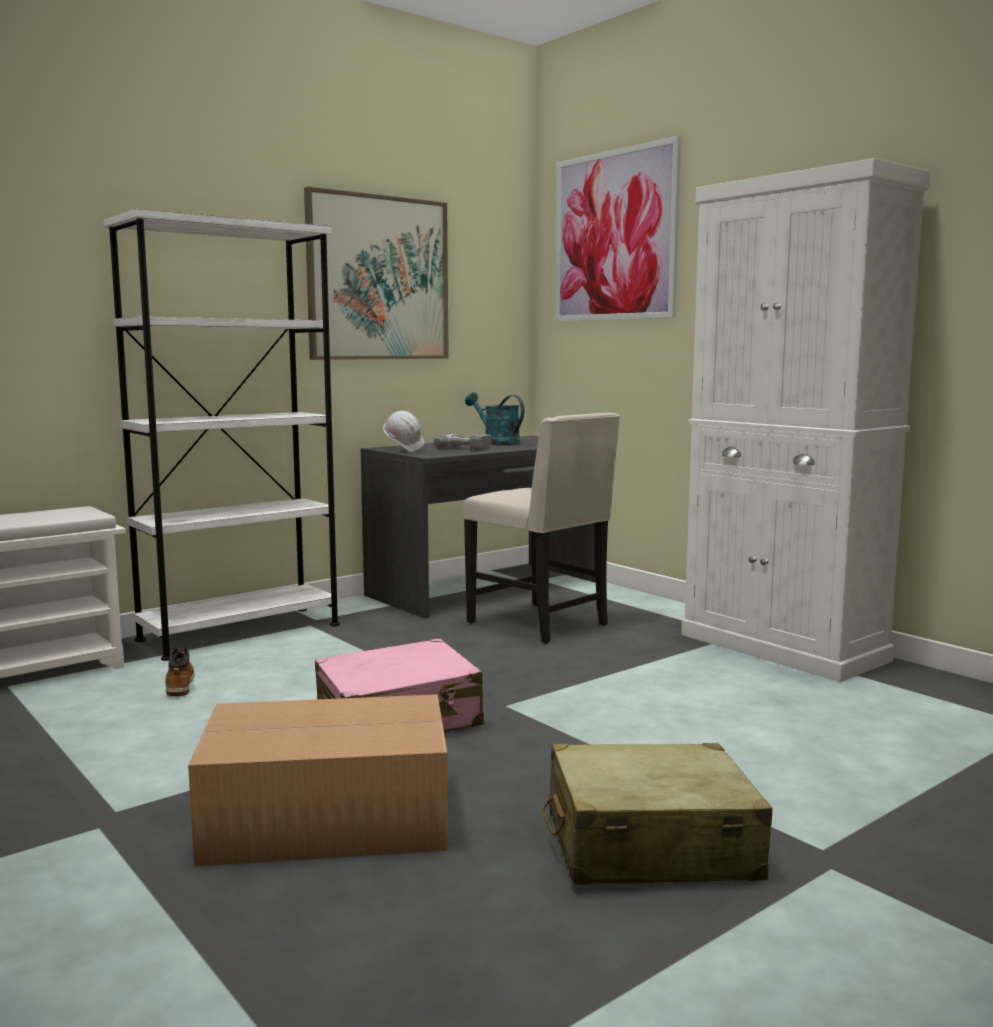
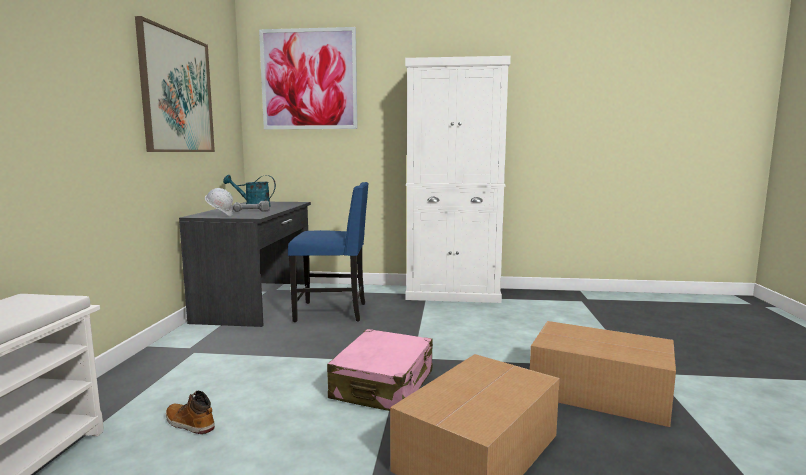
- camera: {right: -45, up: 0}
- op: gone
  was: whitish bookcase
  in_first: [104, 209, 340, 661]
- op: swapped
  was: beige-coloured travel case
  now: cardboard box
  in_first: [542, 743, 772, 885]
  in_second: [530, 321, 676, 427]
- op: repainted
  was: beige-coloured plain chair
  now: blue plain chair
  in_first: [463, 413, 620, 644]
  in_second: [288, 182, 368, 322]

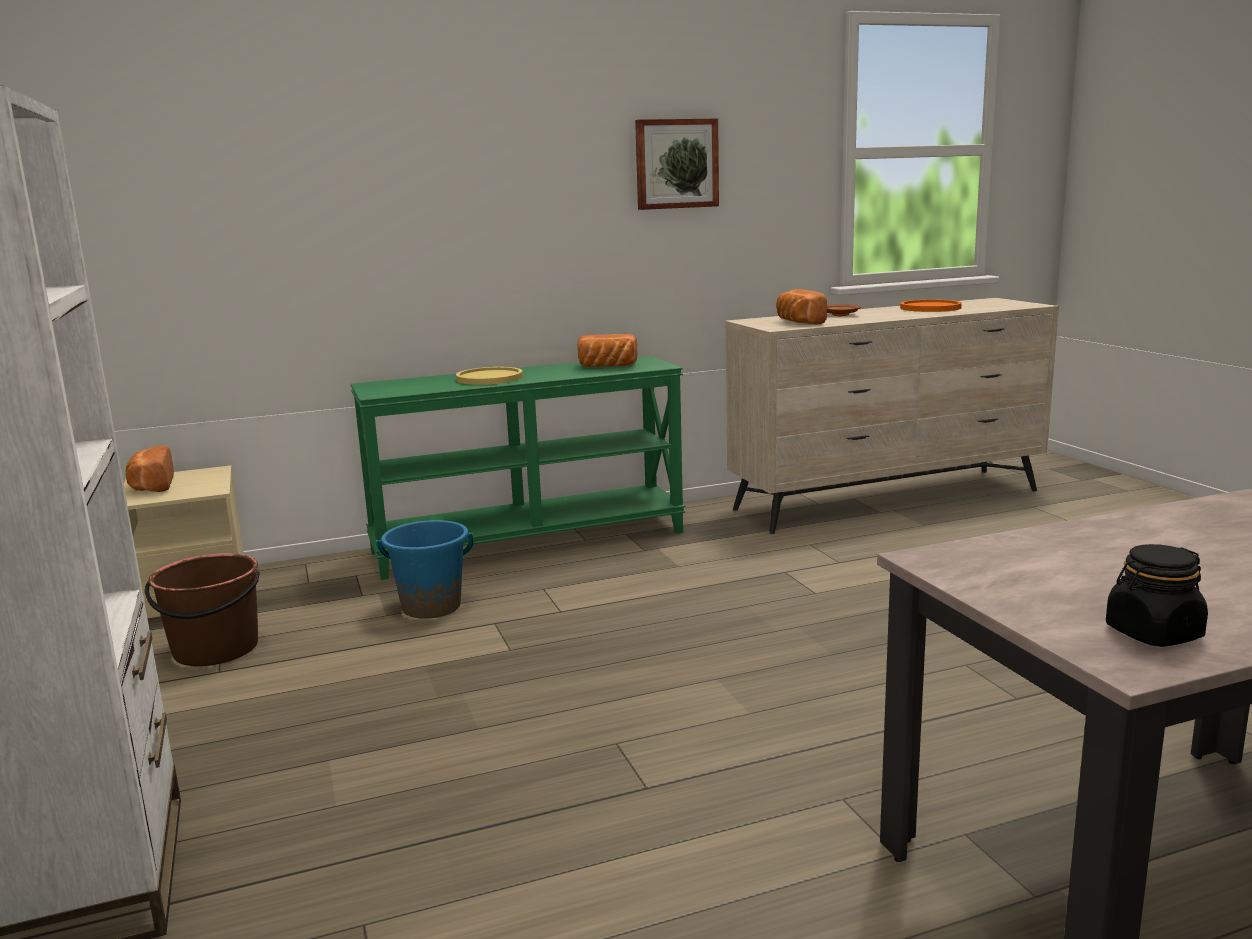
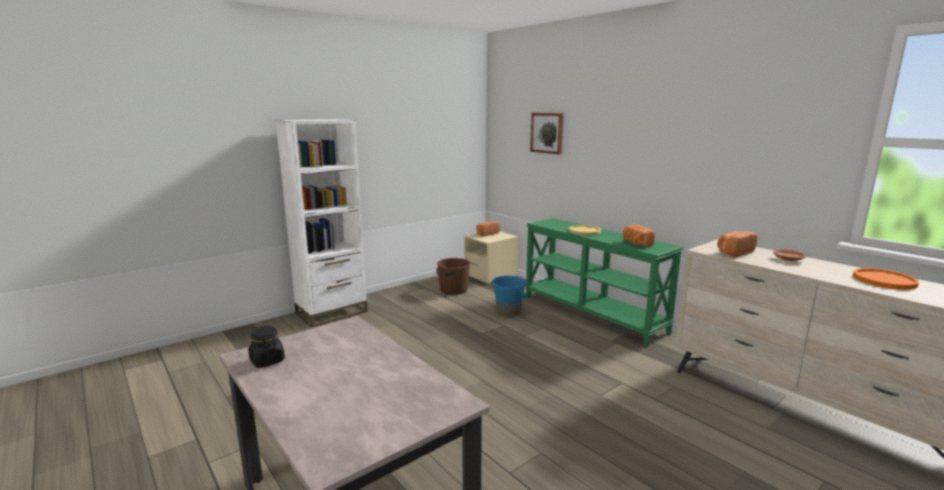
- camera: {right: 70, up: 0}
- op: shifted
  was: picture
  in_first: [635, 118, 719, 210]
  in_second: [530, 113, 564, 154]

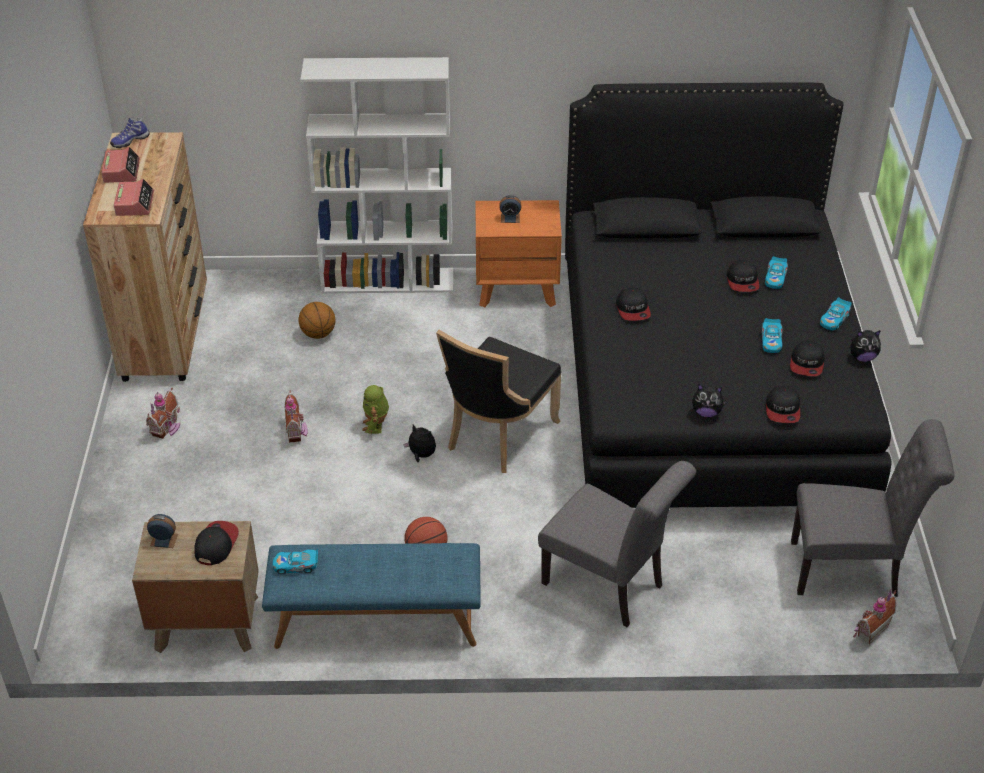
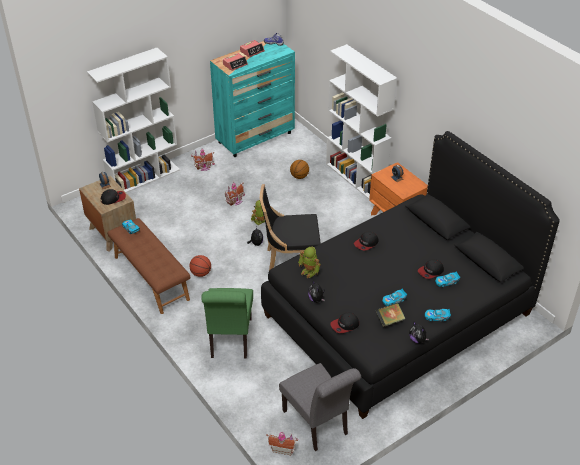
- camera: {right: 55, up: 0}
- op: new
  now: whitish bookcase
  in_second: [87, 48, 180, 193]
- op: new
  now: robot figure
  in_second: [298, 247, 321, 278]
- op: swapped
  was: baseball cap
  now: book
  in_first: [790, 341, 825, 376]
  in_second: [376, 303, 406, 327]
- op: repainted
  was: brownish dresser
  now: turquoise-coloured dresser
  in_first: [83, 132, 207, 382]
  in_second: [210, 41, 295, 157]
- op: repainted
  was: blue long seat
  now: brownish long seat
  in_first: [262, 543, 481, 649]
  in_second: [107, 218, 190, 314]
- op: repainted
  was: greyish plain chair
  now: green plain chair
  in_first: [538, 461, 696, 627]
  in_second: [201, 288, 253, 358]

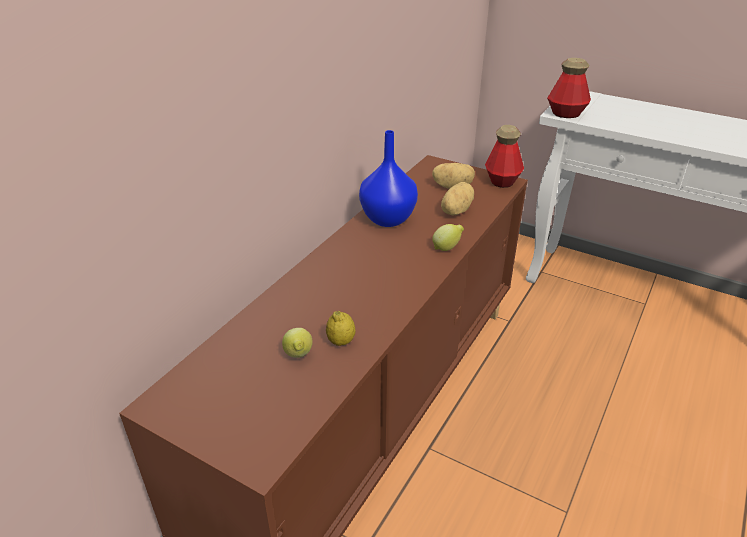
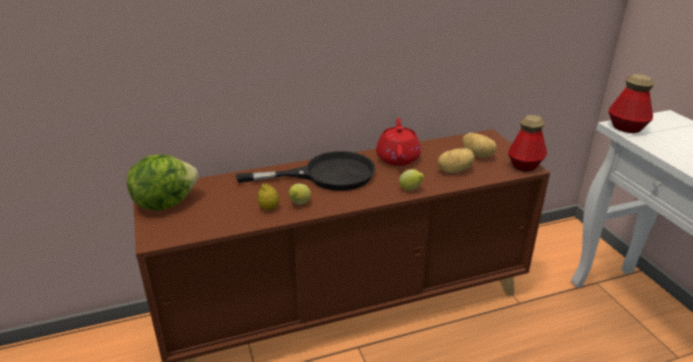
- camera: {right: 40, up: -5}
- op: new
  now: lettuce
  in_second: [127, 155, 199, 210]
- op: new
  now: blackish frying pan
  in_second: [236, 151, 375, 191]
- op: shifted
  was: citrus fruit
  in_first: [282, 328, 313, 358]
  in_second: [289, 184, 311, 204]
- op: swapped
  was: blue vase
  now: red-coloured pot for tea
  in_first: [359, 130, 418, 227]
  in_second: [376, 118, 421, 166]

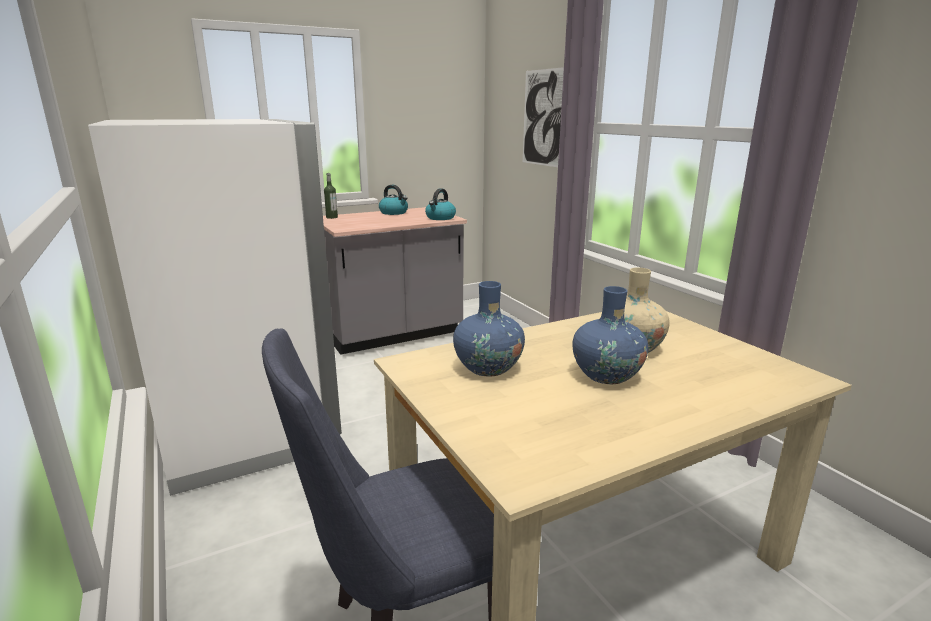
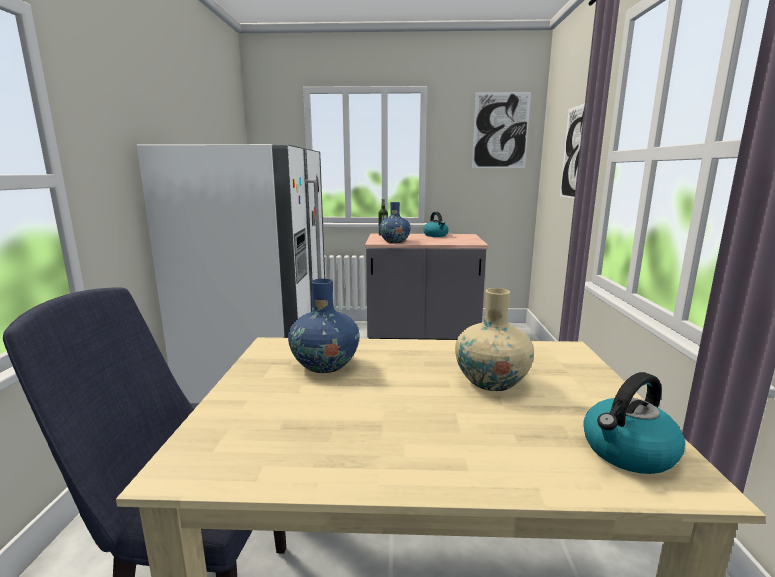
- camera: {right: 30, up: -5}
- op: new
  now: picture
  in_second: [472, 92, 531, 168]
- op: shifted
  was: kettle
  in_first: [425, 188, 456, 220]
  in_second: [583, 372, 685, 474]
- op: shifted
  was: blue vase
  in_first: [572, 286, 648, 384]
  in_second: [379, 202, 411, 243]

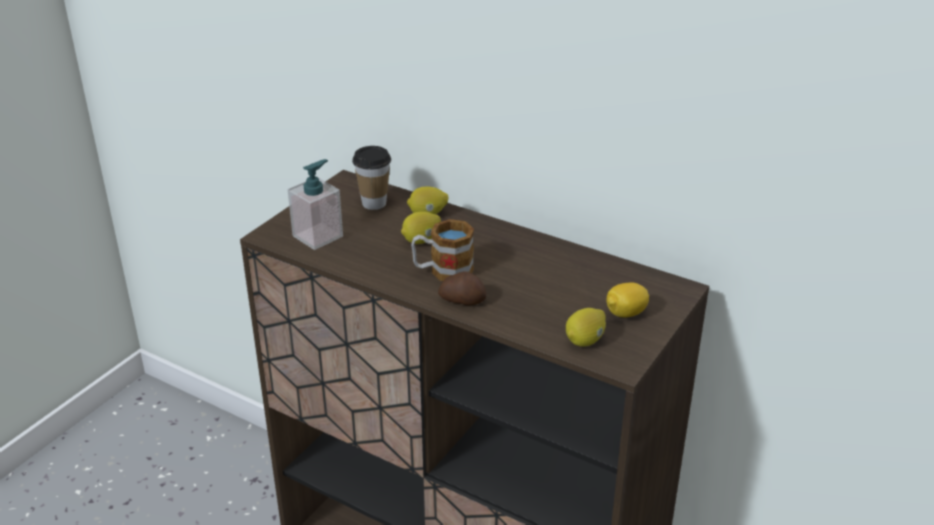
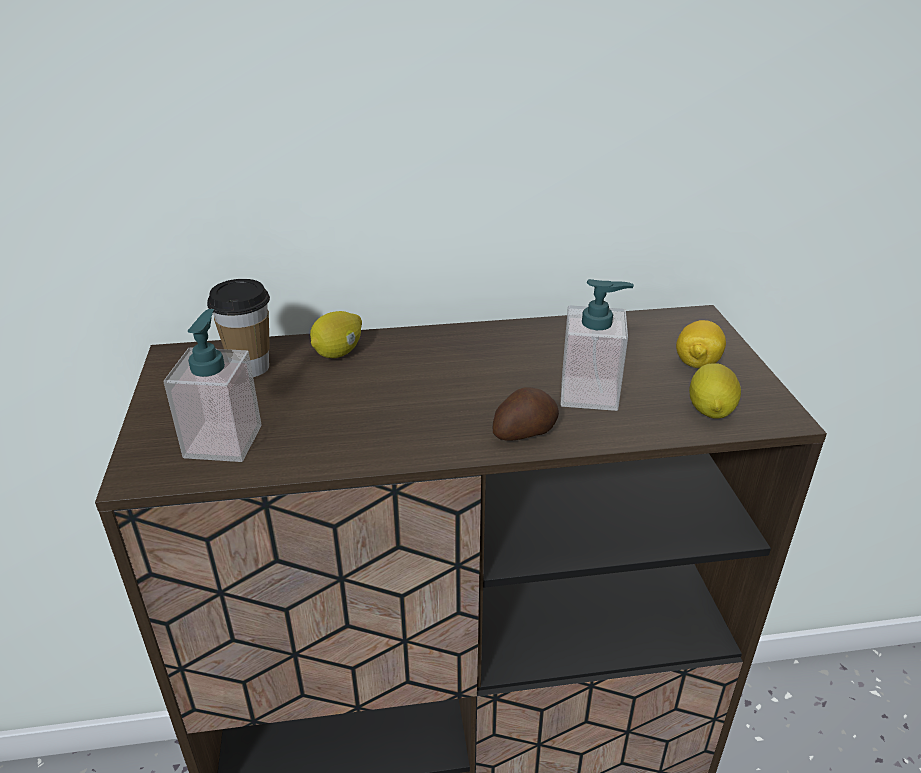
- camera: {right: -40, up: 0}
- op: gone
  was: citrus fruit
  in_first: [401, 212, 441, 244]
- op: gone
  was: mug
  in_first: [411, 219, 474, 281]
- op: new
  now: liquid soap bottle
  in_second: [561, 279, 634, 411]

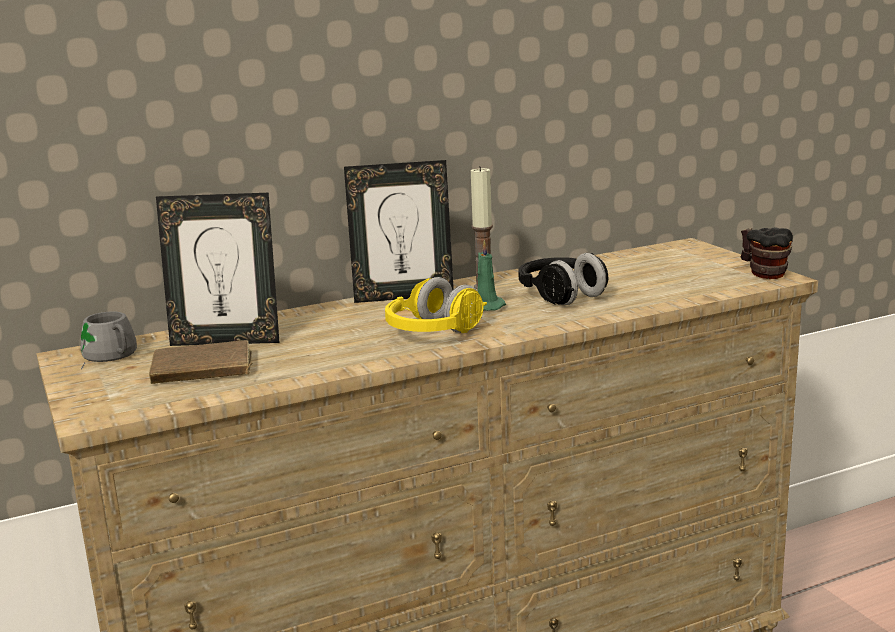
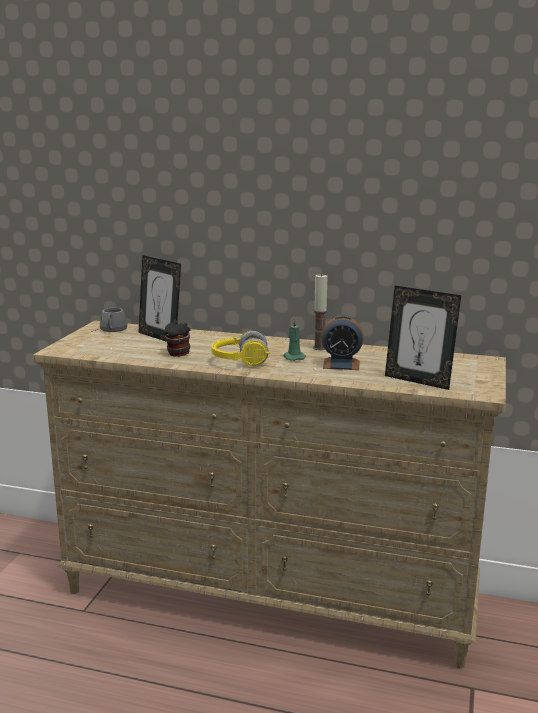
- camera: {right: 40, up: 0}
- op: gone
  was: brownish book
  in_first: [149, 340, 253, 384]
- op: shifted
  was: picture frame
  in_first: [344, 160, 454, 303]
  in_second: [385, 286, 461, 390]
- op: shifted
  was: mug
  in_first: [741, 227, 793, 279]
  in_second: [163, 323, 190, 357]
- op: swapped
  was: blackish pair of headphones
  now: bedside clock
  in_first: [519, 253, 609, 305]
  in_second: [321, 315, 364, 370]

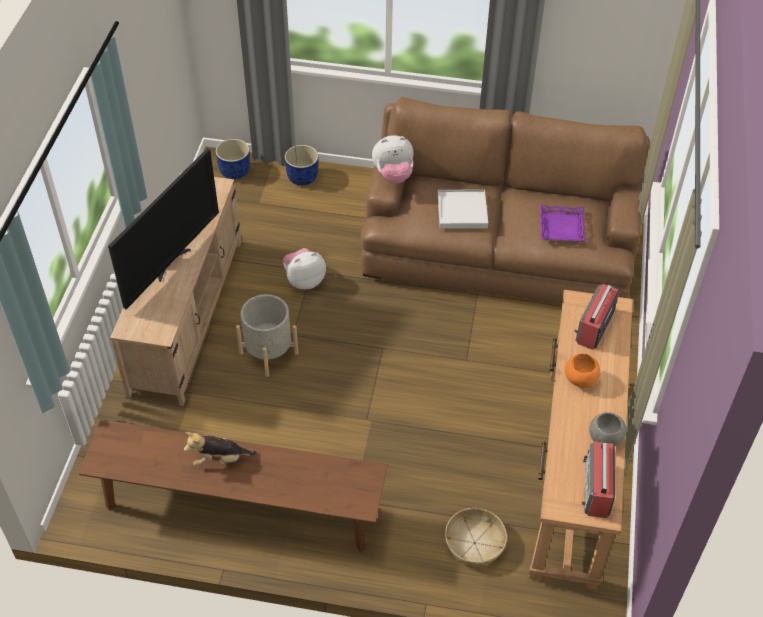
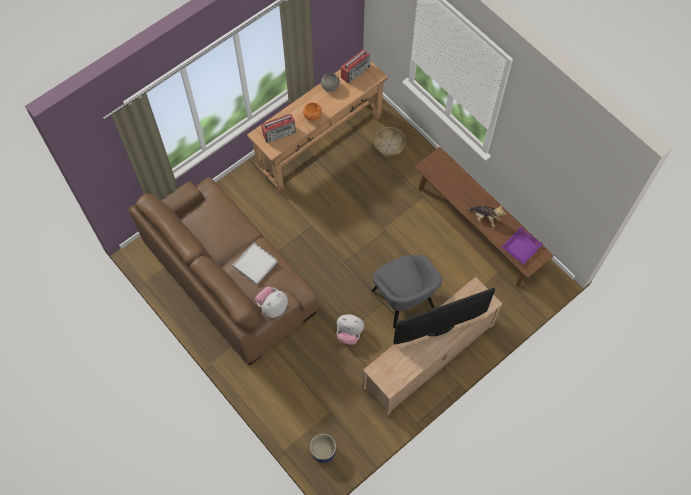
- camera: {right: -140, up: 15}
- op: gone
  was: blue flower pot
  in_first: [285, 145, 318, 186]
- op: shifted
  was: purple tray
  in_first: [540, 205, 586, 242]
  in_second: [501, 227, 543, 265]
- op: swapped
  was: greyish flower pot
  now: greyish armchair
  in_first: [236, 294, 298, 377]
  in_second: [372, 255, 442, 328]
- op: rotated
  was: soft toy
  in_first: [372, 135, 414, 184]
  in_second: [255, 286, 288, 318]
  clockwise: -75

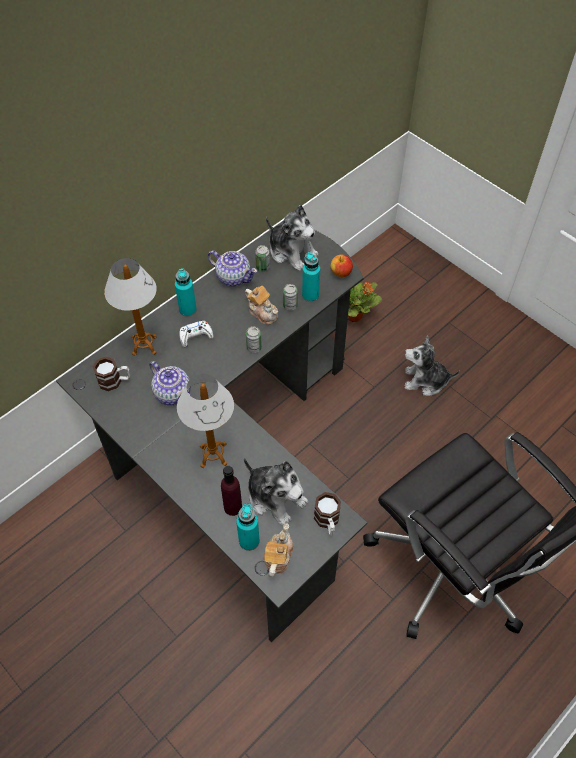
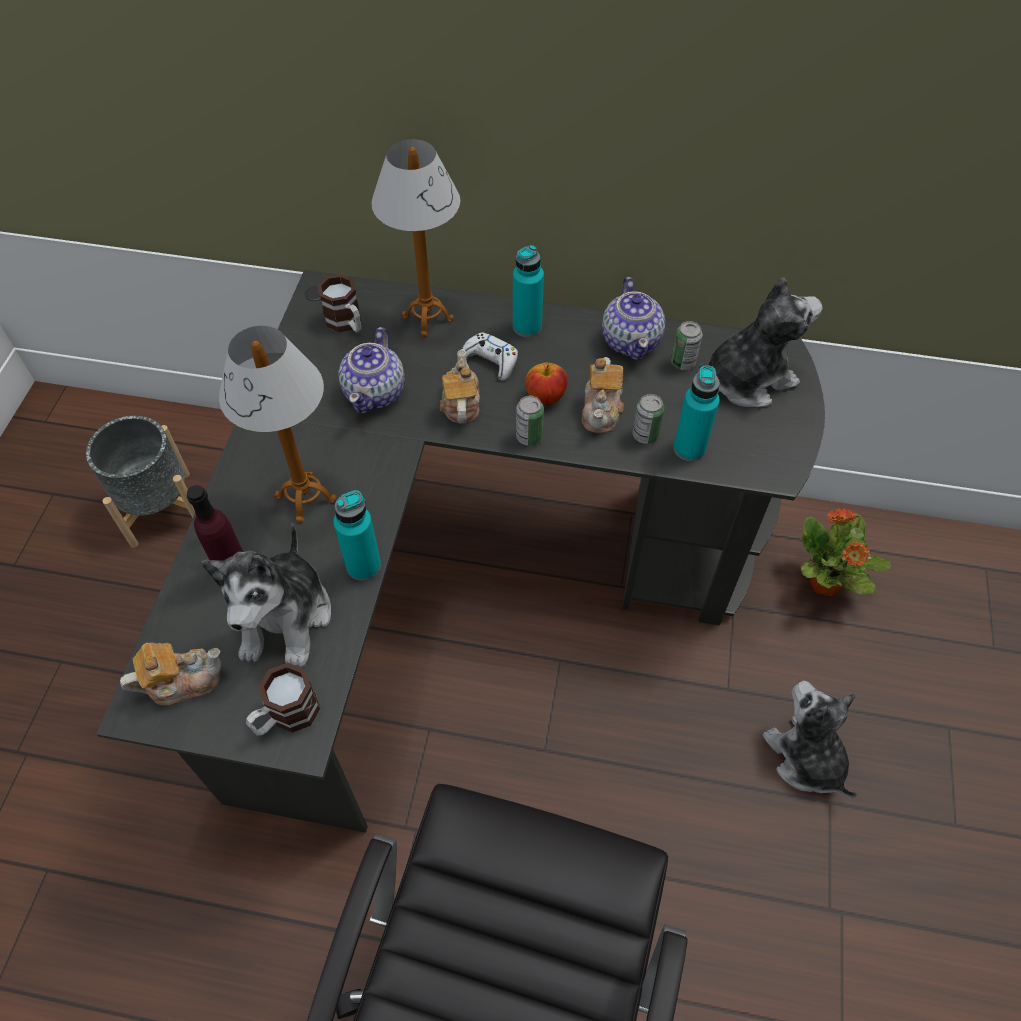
- camera: {right: 55, up: 0}
- op: new
  now: greyish flower pot
  in_second: [86, 416, 195, 548]
- op: new
  now: pot for tea
  in_second: [440, 349, 480, 424]
- op: shifted
  was: turquoise-coloured beverage bottle
  in_first: [236, 504, 260, 551]
  in_second: [333, 490, 381, 581]
- op: shifted
  was: apple
  in_first: [331, 254, 353, 277]
  in_second: [525, 363, 568, 405]
- op: rotated
  was: soft toy
  in_first: [266, 205, 318, 271]
  in_second: [699, 278, 823, 407]
  clockwise: -120

